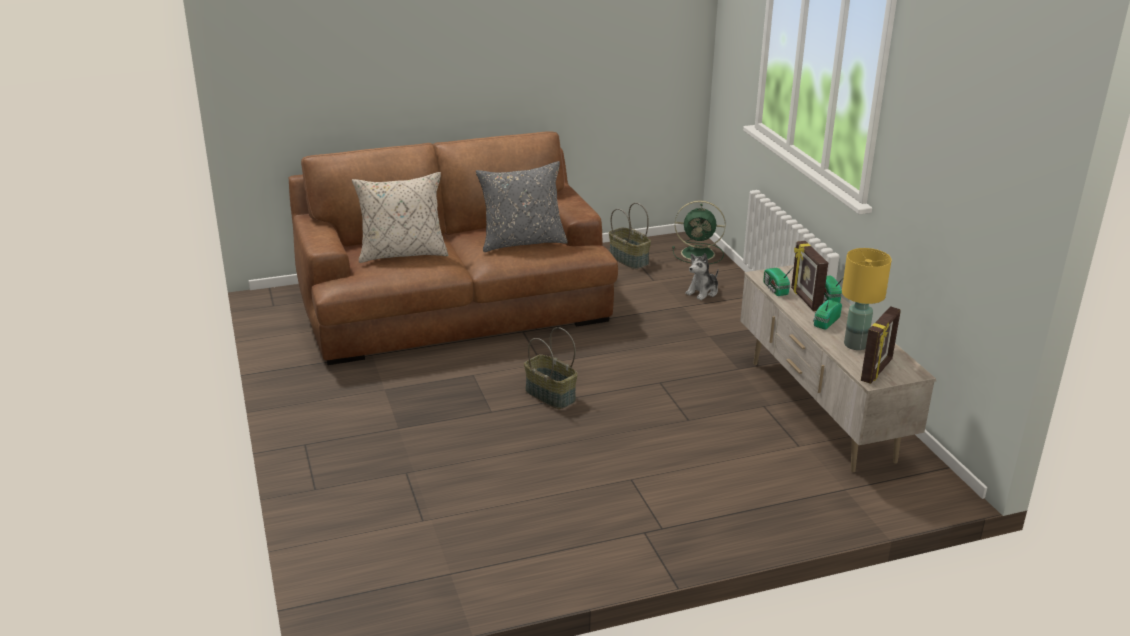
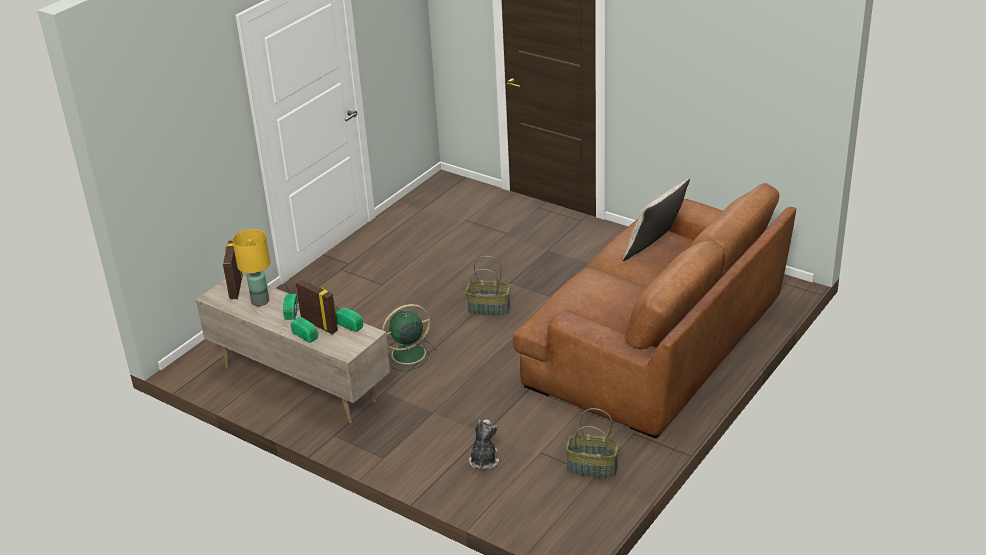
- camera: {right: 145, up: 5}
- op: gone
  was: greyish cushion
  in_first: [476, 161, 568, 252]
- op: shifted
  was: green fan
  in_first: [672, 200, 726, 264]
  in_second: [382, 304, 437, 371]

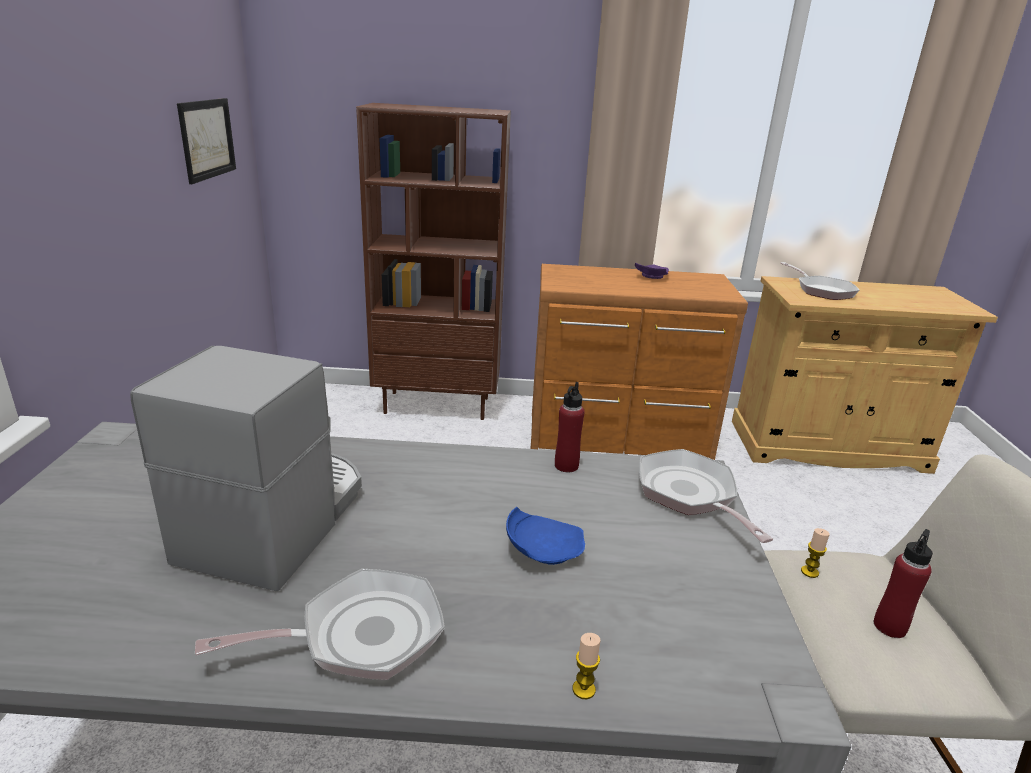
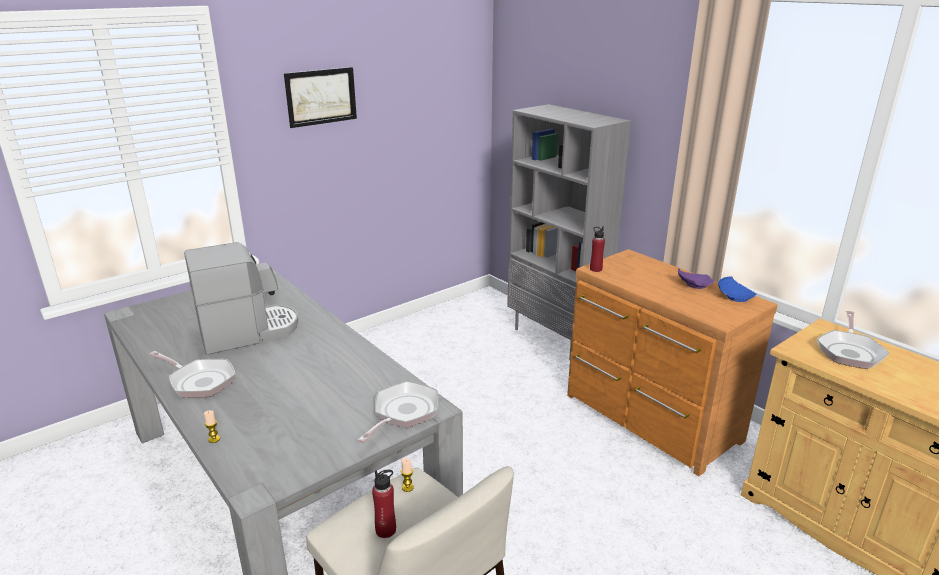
- camera: {right: 50, up: 0}
- op: shifted
  was: picture
  in_first: [177, 98, 236, 184]
  in_second: [284, 67, 357, 128]
- op: shifted
  was: blue plate
  in_first: [506, 507, 585, 565]
  in_second: [718, 276, 756, 302]
- op: shifted
  was: red-coloured beverage bottle
  in_first: [555, 382, 585, 472]
  in_second: [590, 226, 605, 272]
- op: repainted
  was: brownish bookcase
  now: greyish bookcase
  in_first: [356, 103, 511, 420]
  in_second: [507, 104, 631, 360]

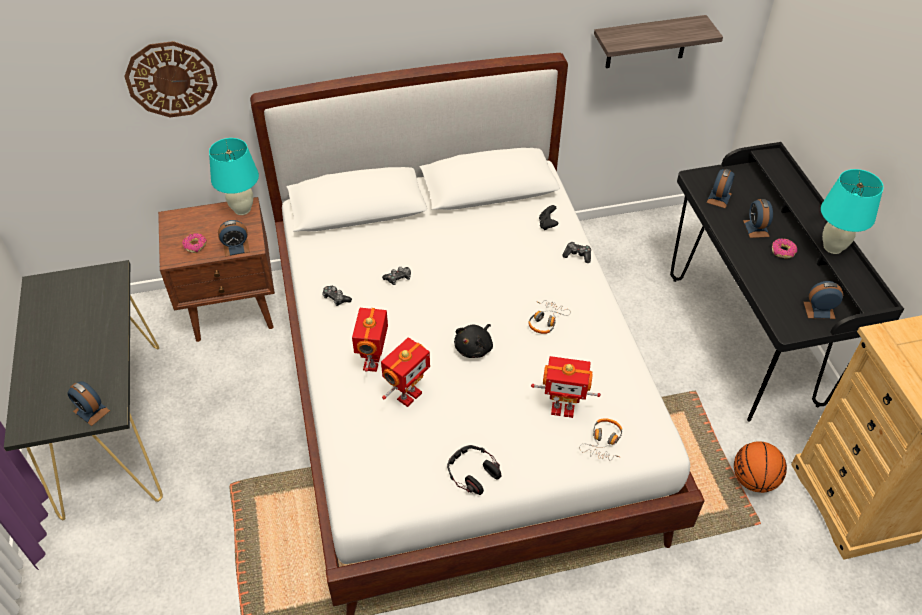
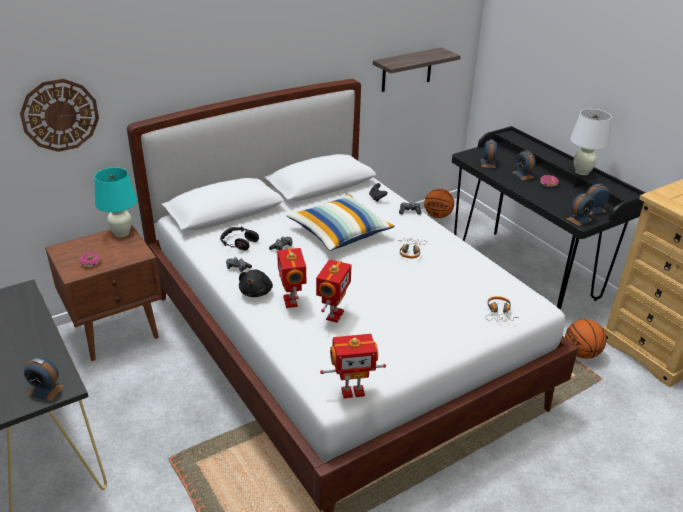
- camera: {right: -20, up: -15}
- op: new
  now: cushion
  in_second: [286, 194, 395, 251]
- op: new
  now: ball for basketball
  in_second: [424, 188, 454, 218]
- op: shifted
  was: bedside clock
  in_first: [218, 220, 250, 257]
  in_second: [566, 193, 594, 226]
- op: shifted
  was: pair of headphones
  in_first: [447, 445, 502, 495]
  in_second: [220, 227, 259, 250]
- op: shifted
  was: blackish soft toy
  in_first: [454, 324, 493, 358]
  in_second: [239, 270, 273, 297]
- op: shifted
  was: robot figure
  in_first: [531, 356, 601, 418]
  in_second: [320, 334, 386, 399]
- op: repainted
  was: turquoise-coloured table lamp
  now: whitish table lamp
  in_first: [821, 169, 884, 254]
  in_second: [570, 109, 612, 175]

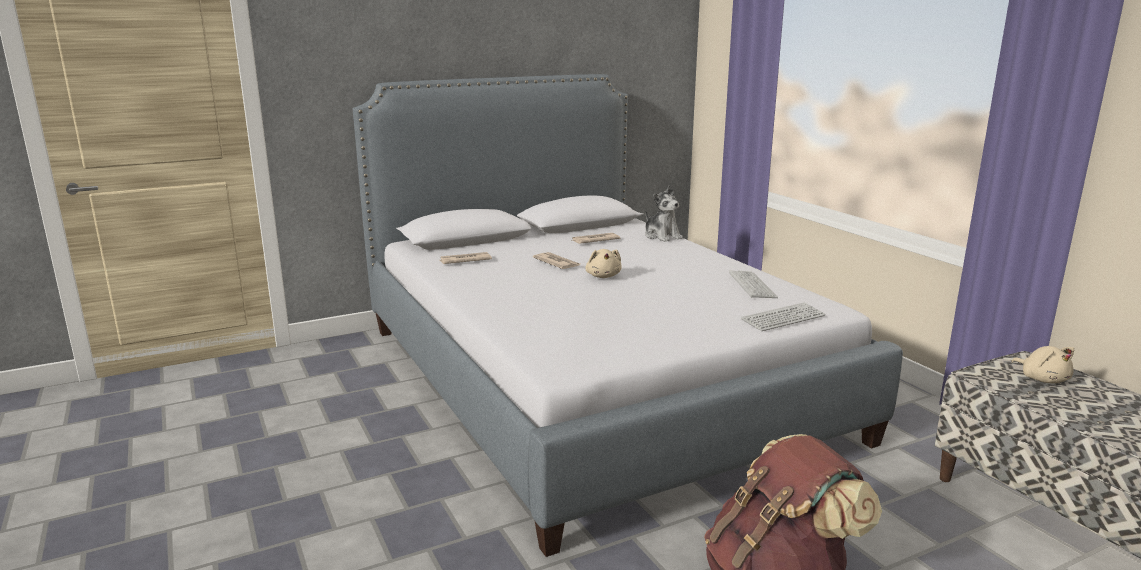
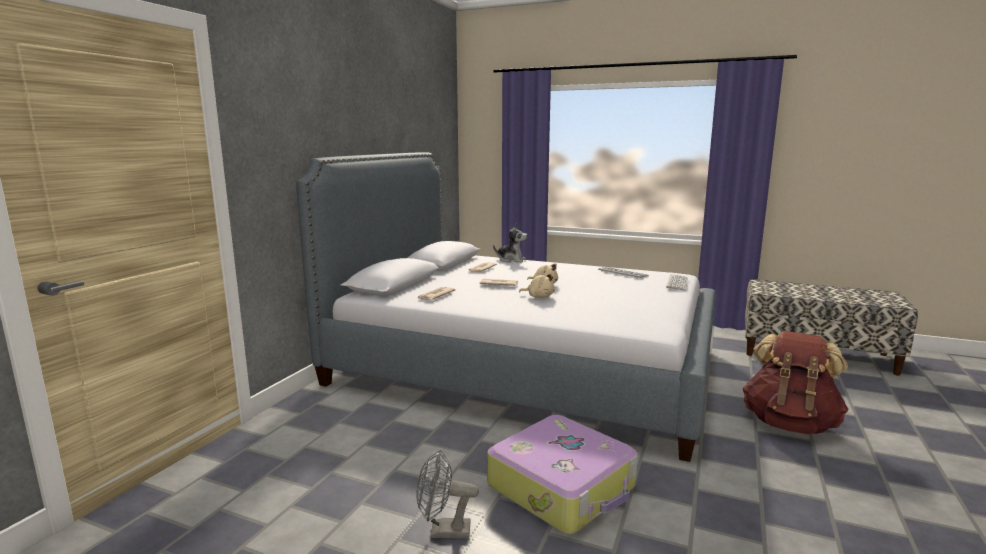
- camera: {right: -40, up: -5}
- op: new
  now: greyish fan
  in_second: [416, 450, 479, 538]
- op: new
  now: travel case
  in_second: [487, 415, 638, 534]
- op: shifted
  was: beige-coloured soft toy
  in_first: [1011, 346, 1074, 383]
  in_second: [519, 273, 555, 298]

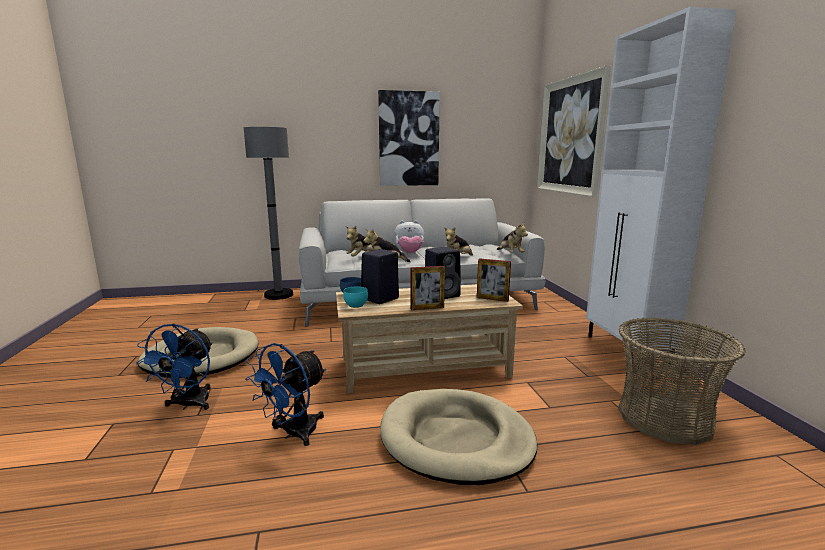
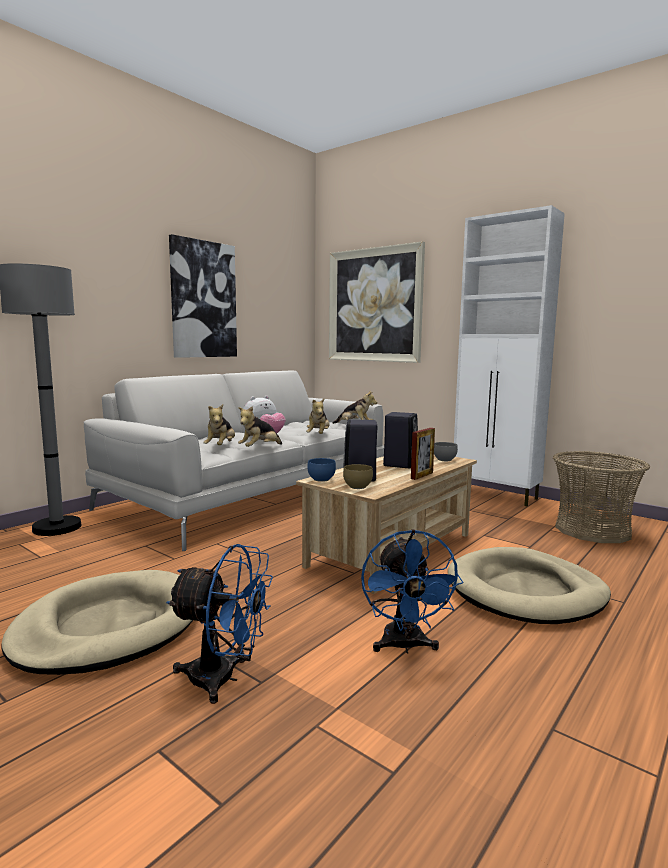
- camera: {right: -40, up: -5}
- op: swapped
  was: picture frame
  now: greyish serving bowl
  in_first: [477, 258, 511, 302]
  in_second: [434, 442, 458, 461]
- op: repainted
  was: turquoise-coloured serving bowl
  now: brownish serving bowl
  in_first: [343, 286, 368, 308]
  in_second: [343, 464, 373, 489]
- op: rotated
  was: blue fan
  in_first: [136, 323, 213, 410]
  in_second: [166, 544, 273, 704]
  clockwise: -45

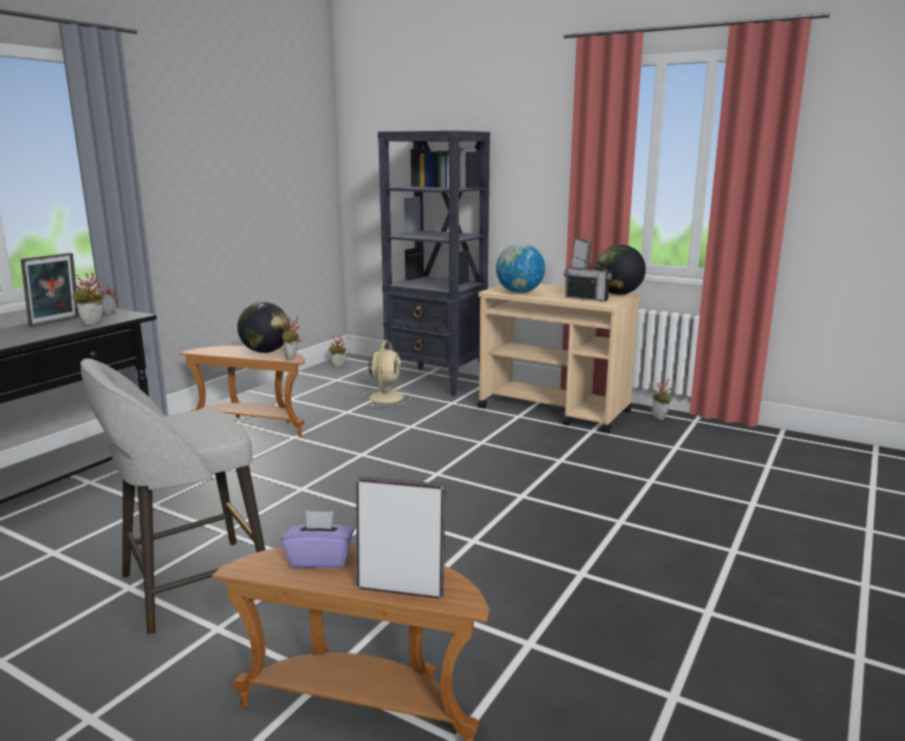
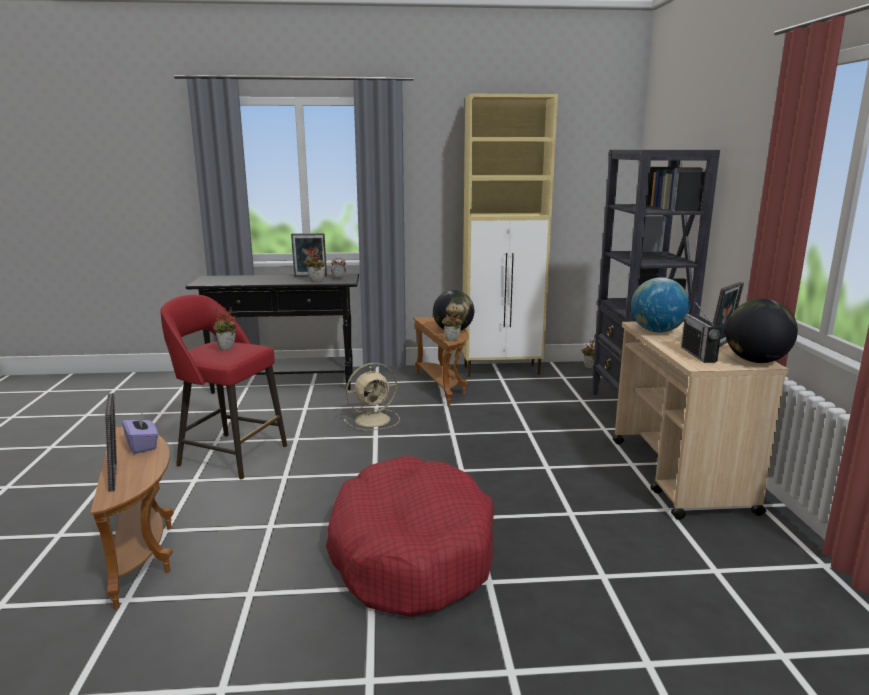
- camera: {right: 55, up: 0}
- op: new
  now: red-coloured pet bed
  in_second: [326, 456, 494, 617]
- op: new
  now: beige-coloured cupboard
  in_second: [462, 94, 558, 377]
- op: shifted
  was: beige-coloured fan
  in_first: [362, 340, 412, 406]
  in_second: [343, 363, 400, 430]
- op: shifted
  was: plant in a pot
  in_first: [652, 379, 673, 420]
  in_second: [213, 307, 237, 351]
- op: repainted
  was: greyish sitting stool
  now: red-coloured sitting stool
  in_first: [80, 358, 265, 635]
  in_second: [160, 295, 287, 479]

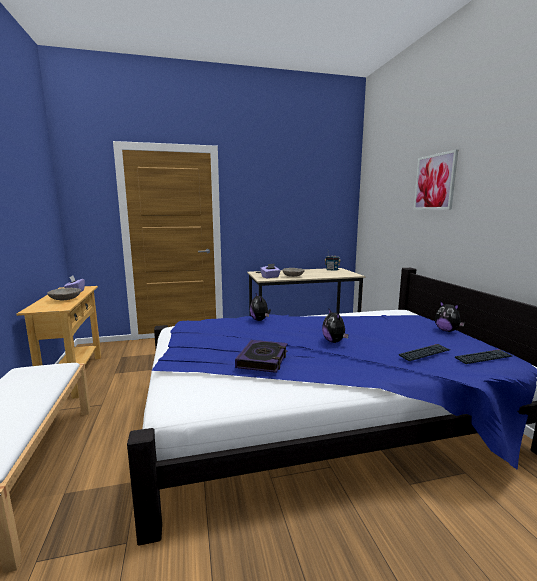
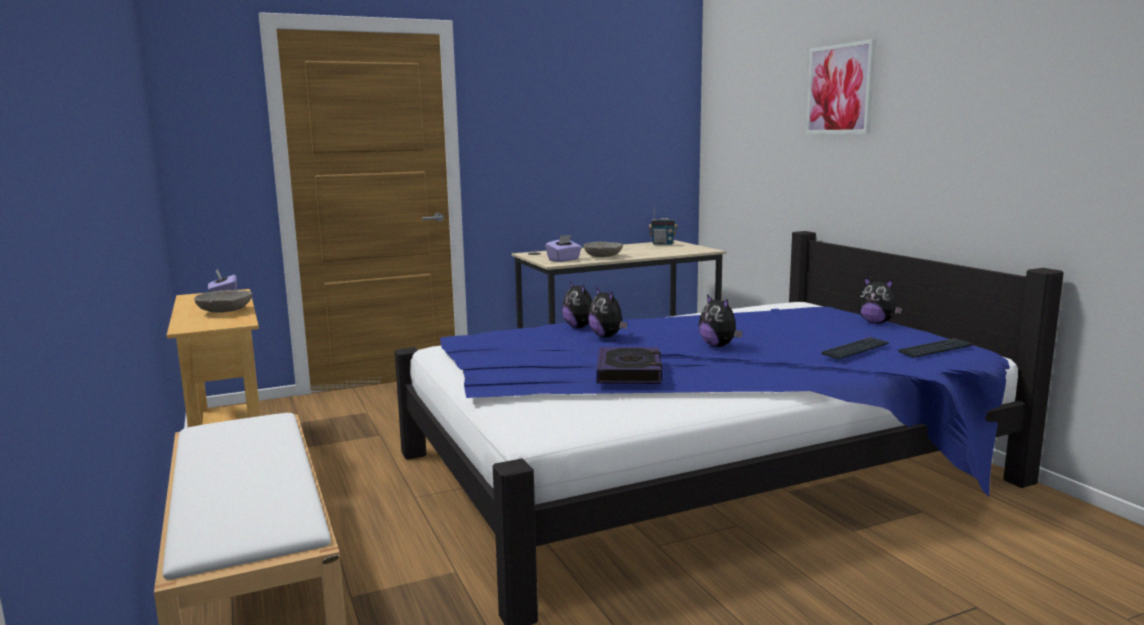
- camera: {right: -10, up: 0}
- op: new
  now: soft toy
  in_second: [588, 287, 627, 338]

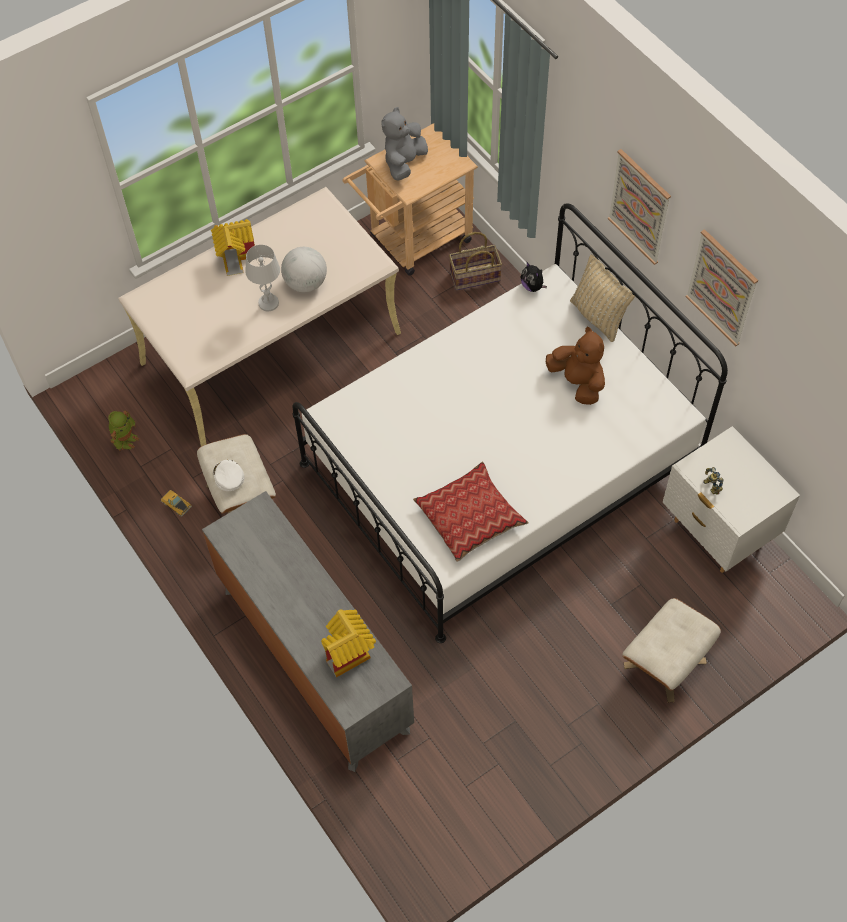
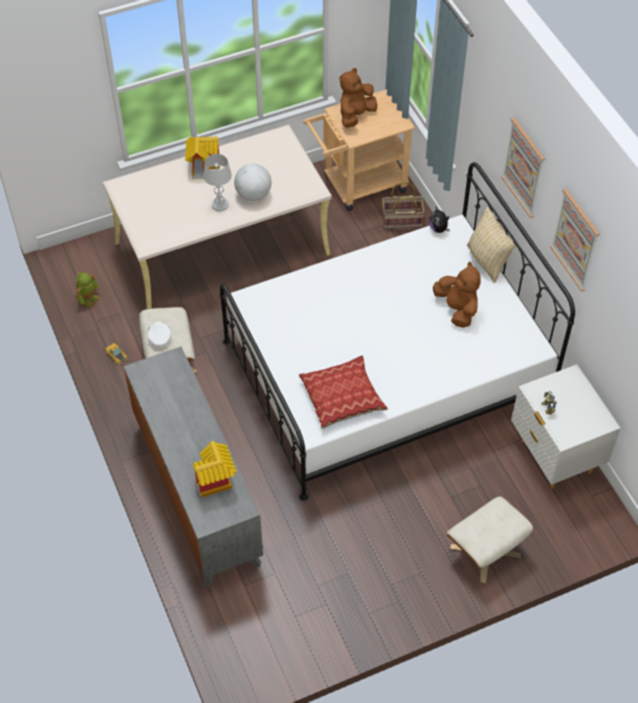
- camera: {right: 10, up: -5}
- op: repainted
  was: greyish soft toy
  now: brownish soft toy
  in_first: [381, 107, 428, 180]
  in_second: [339, 68, 377, 128]

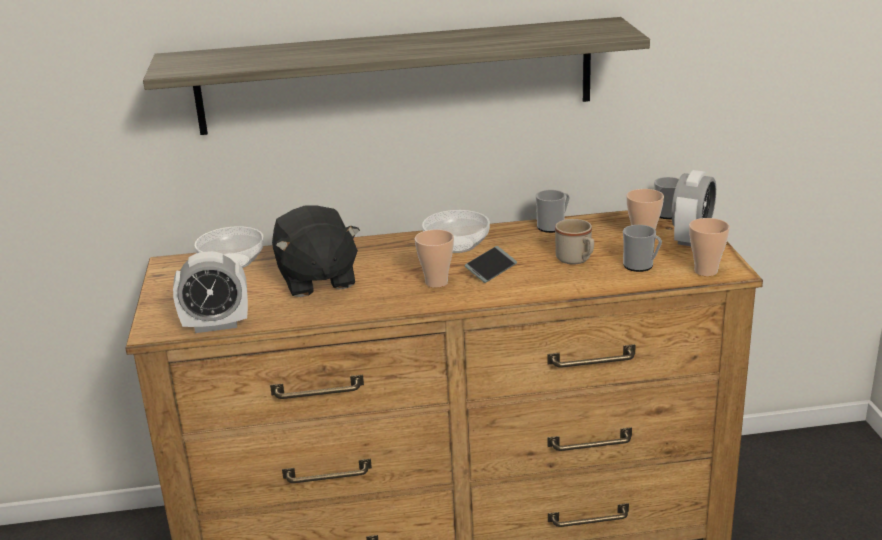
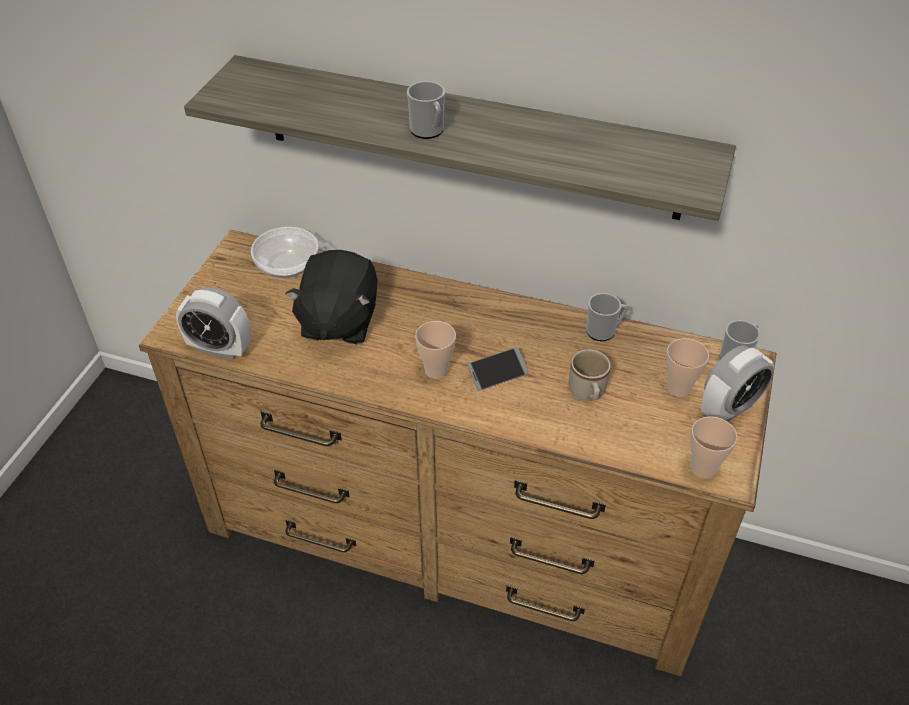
- camera: {right: 25, up: 20}
- op: gone
  was: serving bowl
  in_first: [422, 210, 490, 253]
- op: shifted
  was: mug
  in_first: [623, 225, 662, 272]
  in_second: [407, 81, 445, 139]

